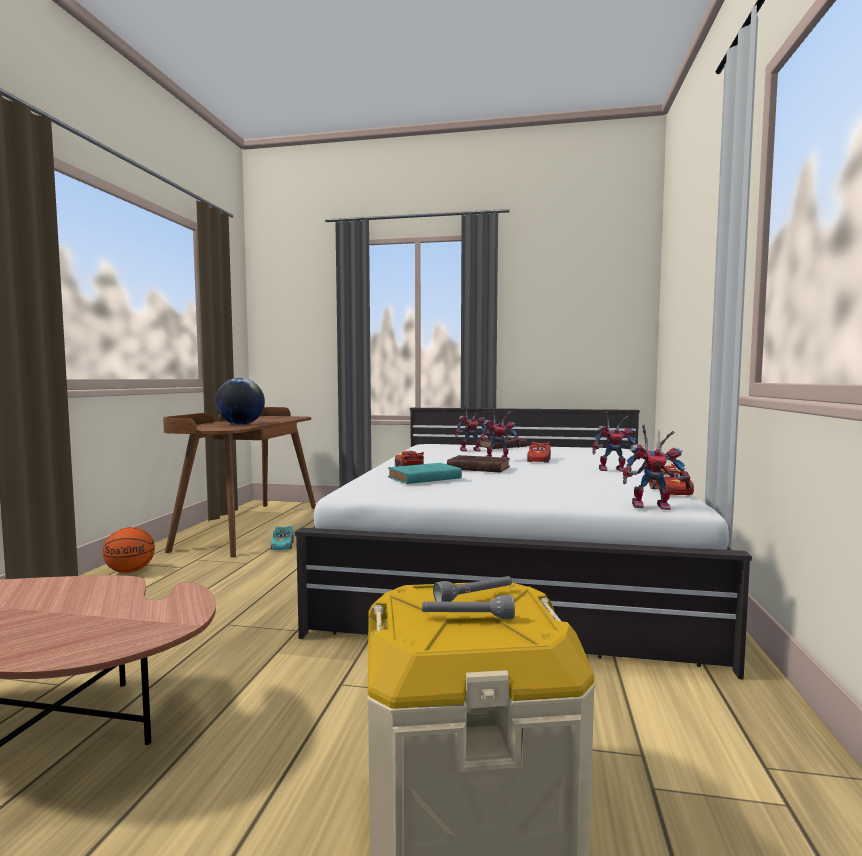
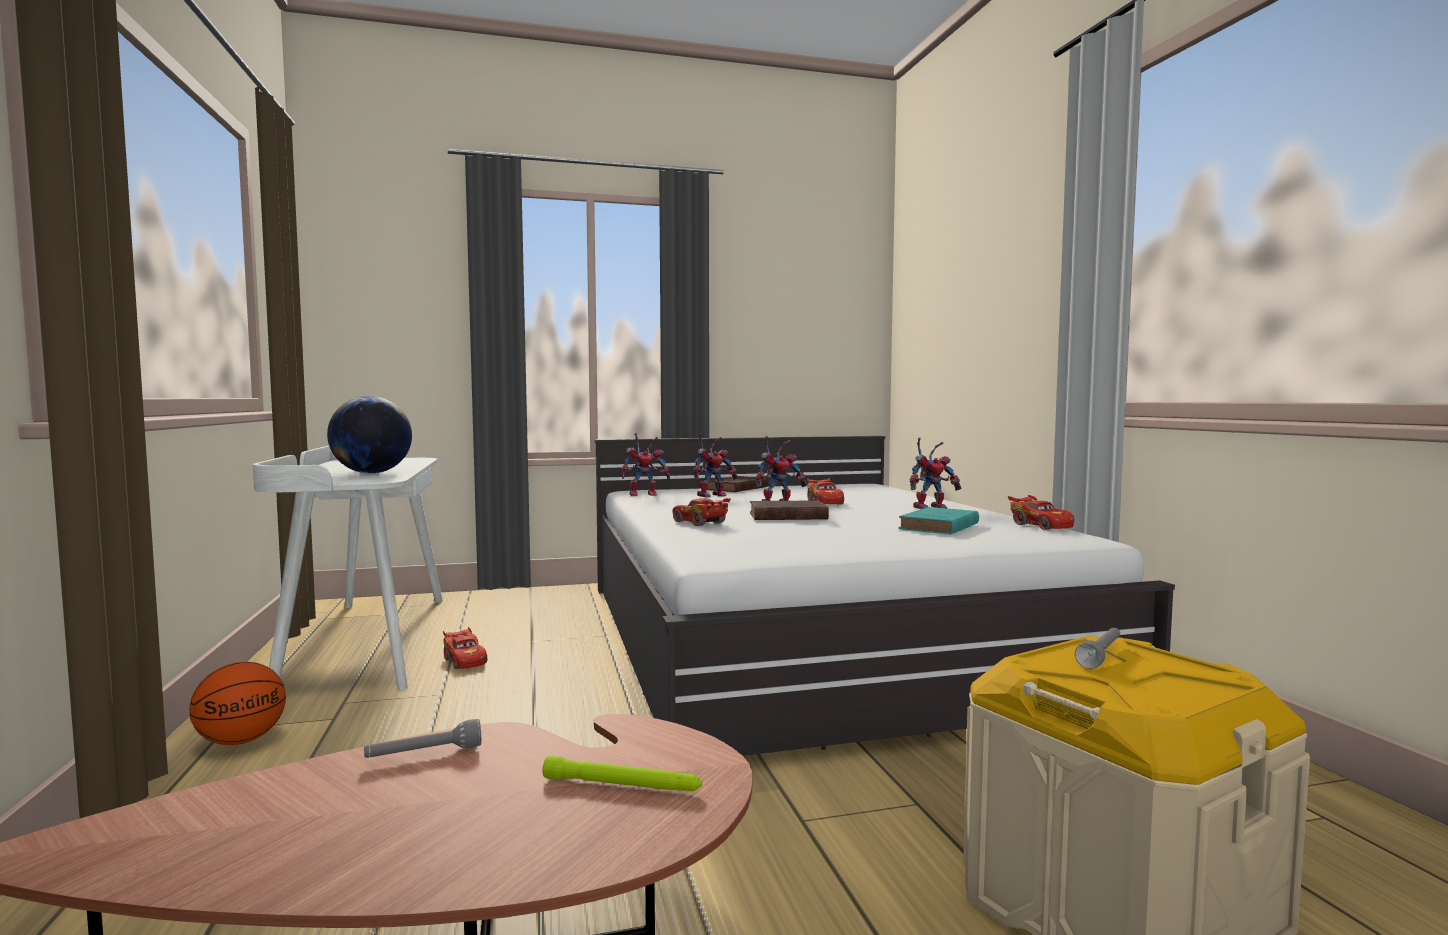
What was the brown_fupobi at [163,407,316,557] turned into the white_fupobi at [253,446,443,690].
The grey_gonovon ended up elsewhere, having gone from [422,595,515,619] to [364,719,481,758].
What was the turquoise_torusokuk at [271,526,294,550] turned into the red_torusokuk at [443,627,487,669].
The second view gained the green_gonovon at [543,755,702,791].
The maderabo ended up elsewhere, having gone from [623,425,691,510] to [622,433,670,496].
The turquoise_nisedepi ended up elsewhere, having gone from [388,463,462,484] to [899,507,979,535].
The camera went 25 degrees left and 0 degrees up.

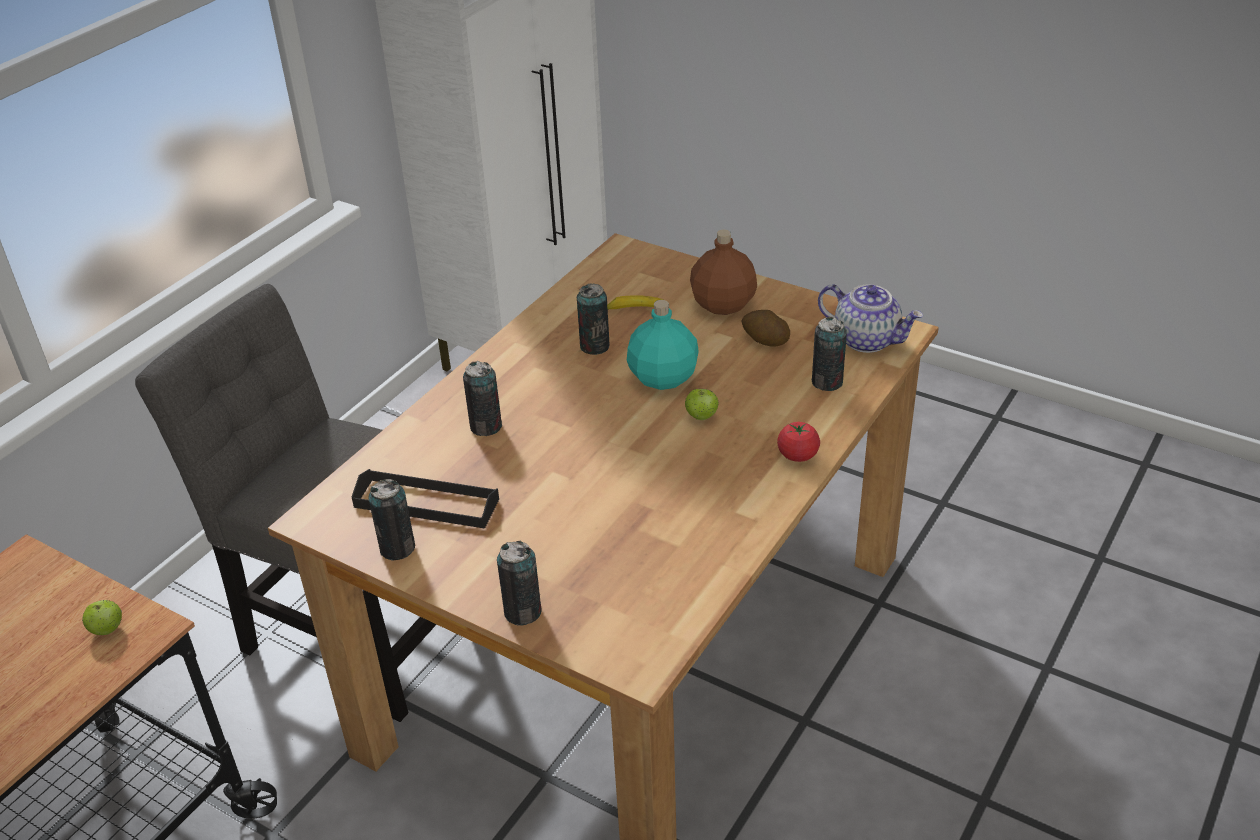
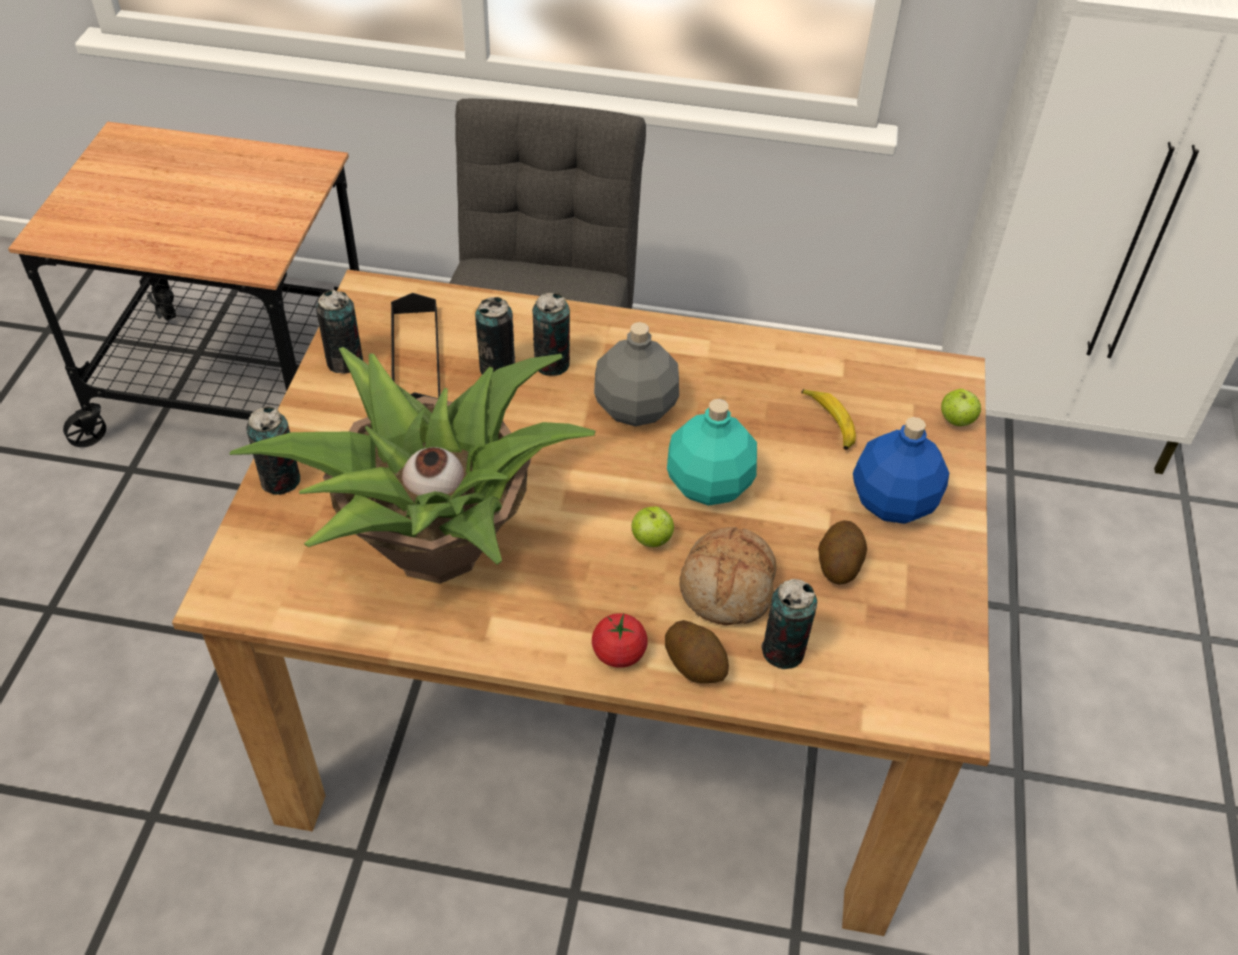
The second view gained the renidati at [230,347,596,584].
The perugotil ended up elsewhere, having gone from [577,283,610,355] to [475,297,515,375].
The second view gained the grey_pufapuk at [594,322,679,426].
The second view gained the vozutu at [665,620,729,683].
The second view gained the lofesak at [679,527,777,625].
What was the brown_pufapuk at [690,230,757,315] turned into the blue_pufapuk at [853,417,949,524].
The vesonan ended up elsewhere, having gone from [83,600,122,635] to [941,389,981,426].
The second view lost the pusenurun at [818,284,924,353].
The camera went 65 degrees right and 10 degrees up.

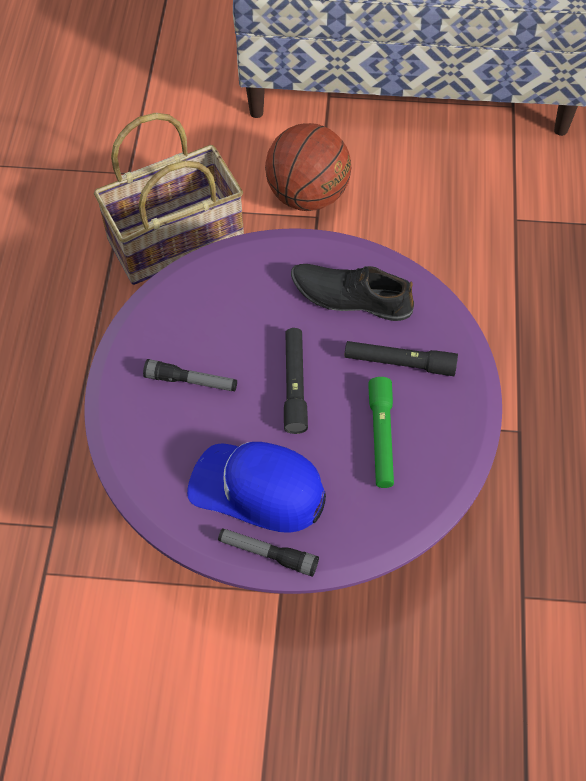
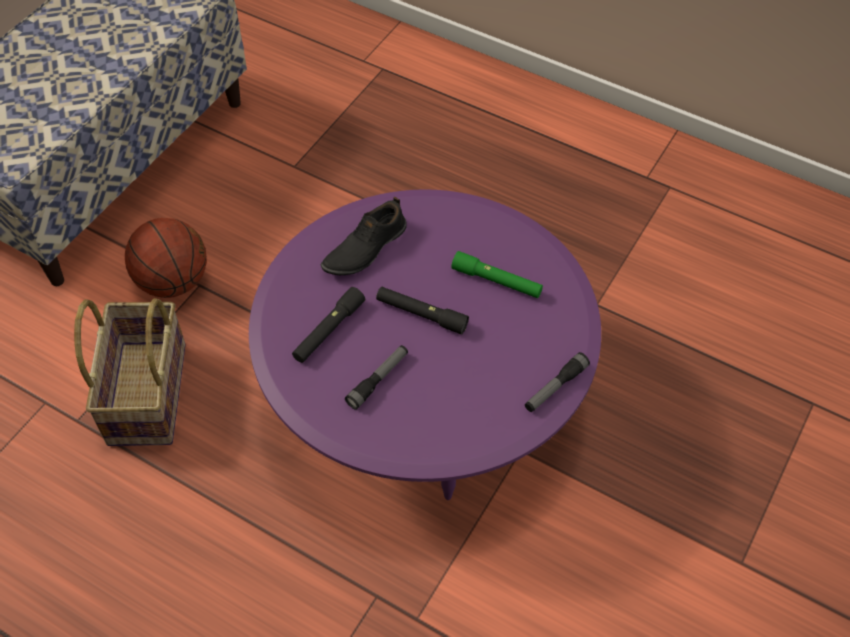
The black_gonovon ended up elsewhere, having gone from [345,341,458,376] to [292,287,365,363].
The second view lost the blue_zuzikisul at [187,442,326,533].
The camera went 65 degrees left and 5 degrees down.

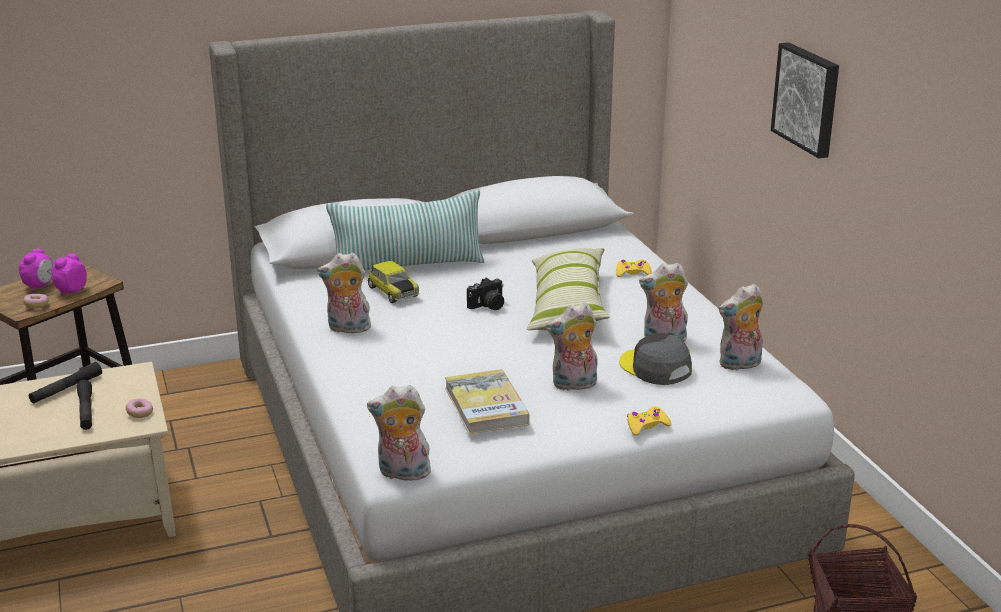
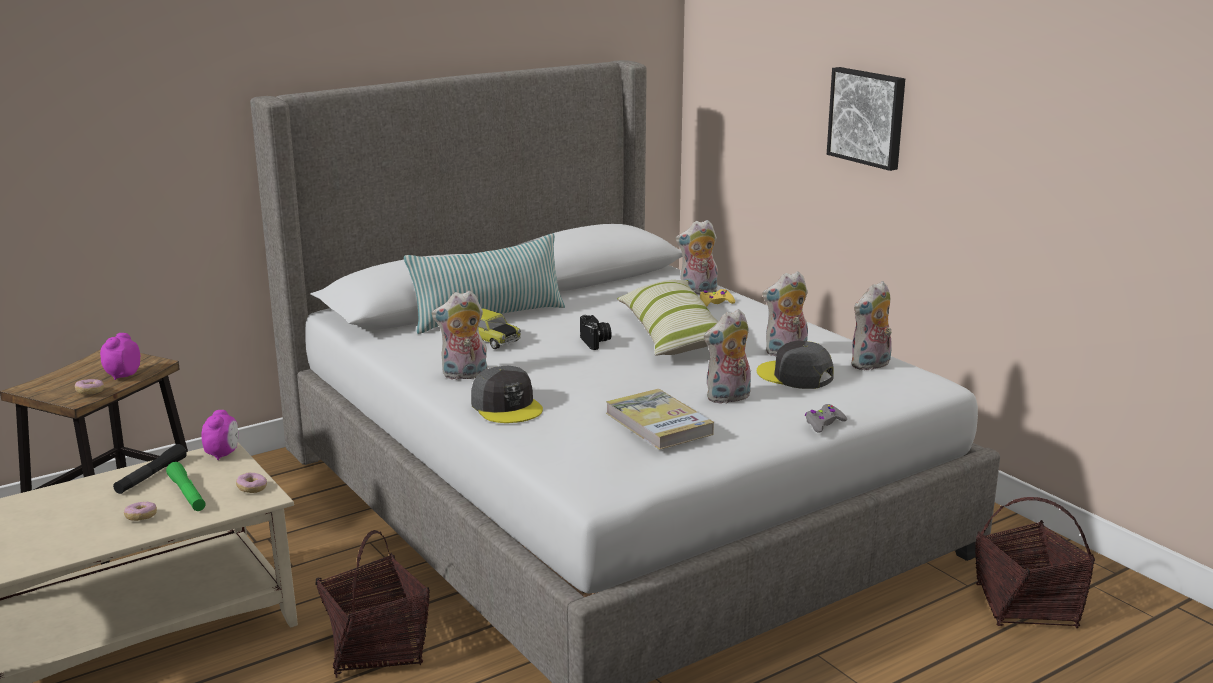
The second view gained the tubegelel at [124,502,157,521].
What was the black_gonovon at [77,380,92,430] turned into the green_gonovon at [166,462,206,511].
The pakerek ended up elsewhere, having gone from [19,249,53,291] to [202,410,238,460].
The second view gained the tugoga at [315,530,430,678].
The second view gained the grey_zuzikisul at [471,366,543,423].
The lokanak at [467,278,504,310] ended up facing another way, 60 degrees counterclockwise from before.
The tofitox ended up elsewhere, having gone from [367,385,433,481] to [675,220,718,294].
What was the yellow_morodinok at [627,407,672,436] turned into the grey_morodinok at [805,404,847,433].
The camera went 15 degrees left and 5 degrees down.

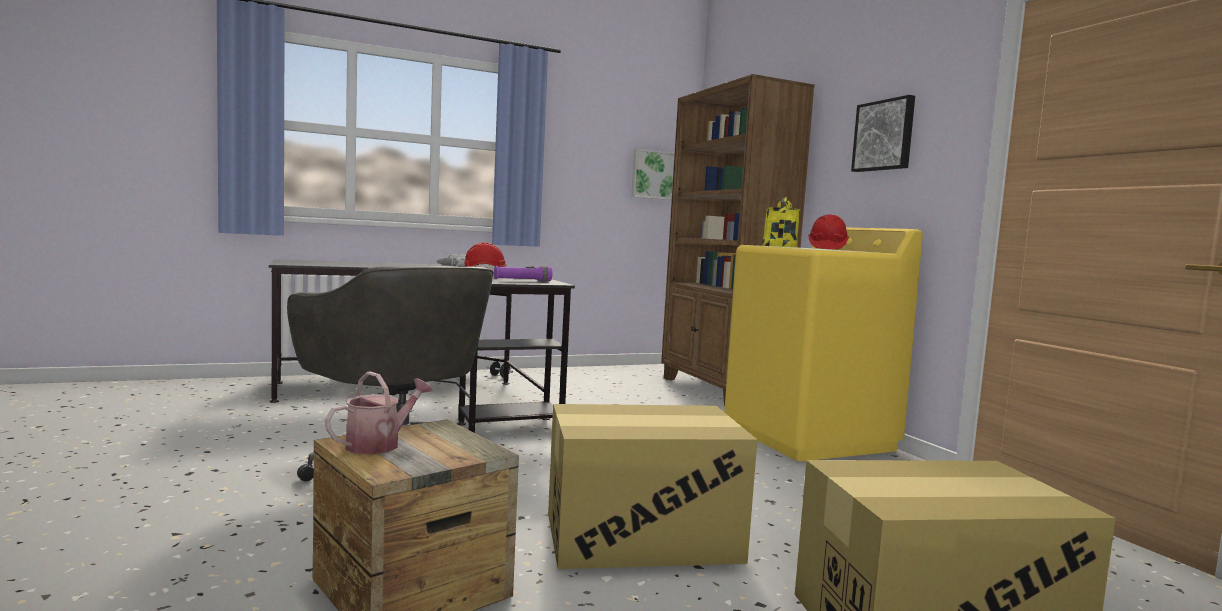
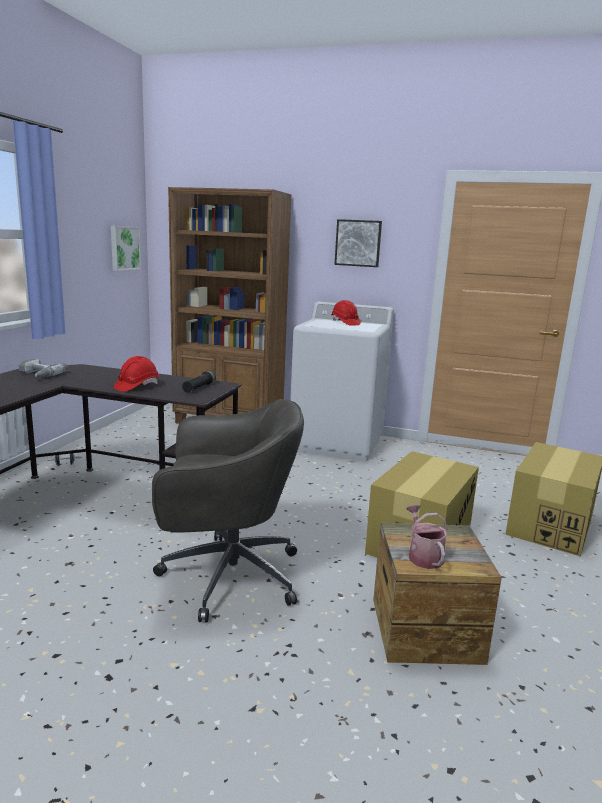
What was the purple_gonovon at [494,266,552,282] turned into the black_gonovon at [182,370,216,393].
What was the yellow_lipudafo at [724,227,923,461] turned into the white_lipudafo at [290,302,394,462].
The second view lost the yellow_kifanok at [762,197,800,248].
The camera went 50 degrees left and 10 degrees up.

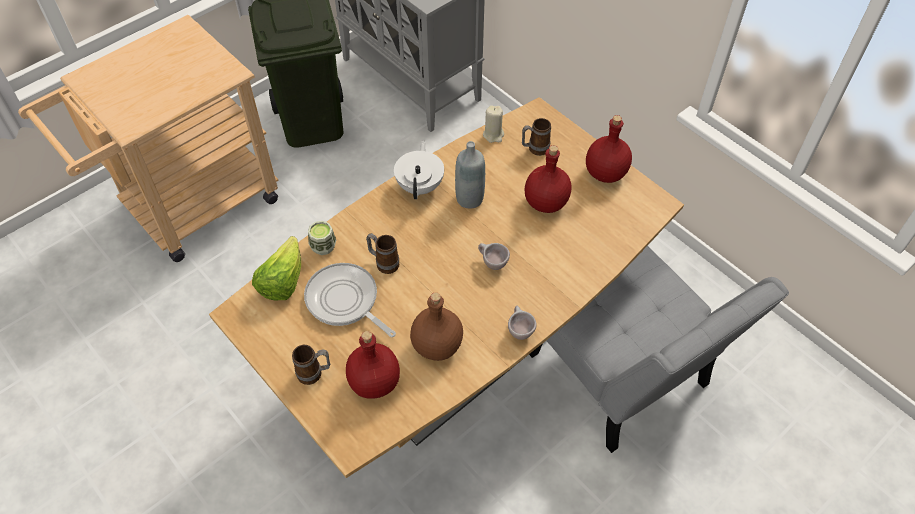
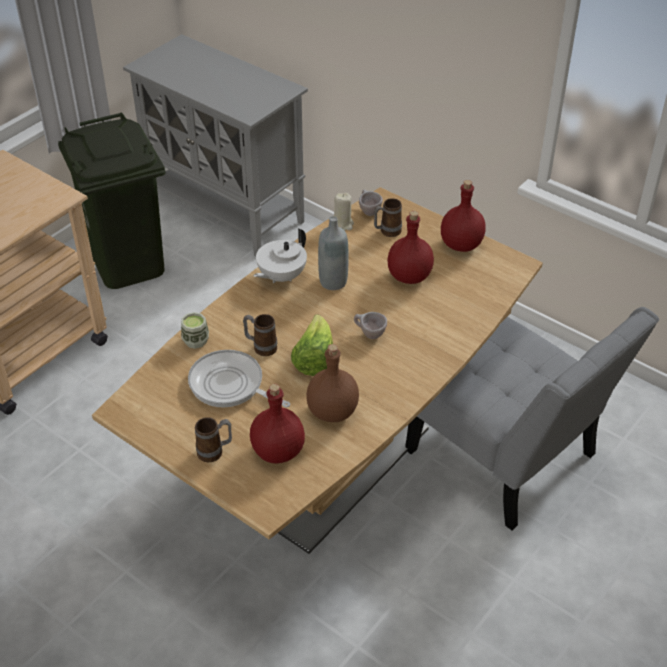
The white_pusenurun at [394,140,444,199] ended up facing another way, 135 degrees counterclockwise from before.
The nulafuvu ended up elsewhere, having gone from [252,236,301,301] to [291,314,333,376].
The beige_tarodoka ended up elsewhere, having gone from [508,306,537,340] to [359,189,383,216].
The camera went 10 degrees left and 10 degrees down.

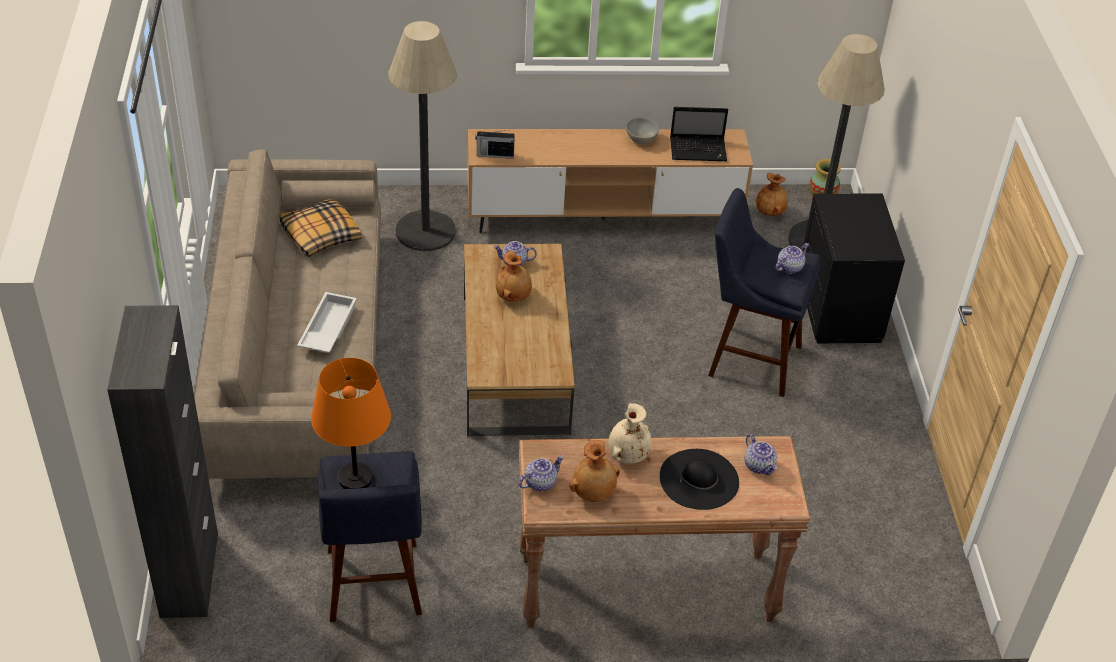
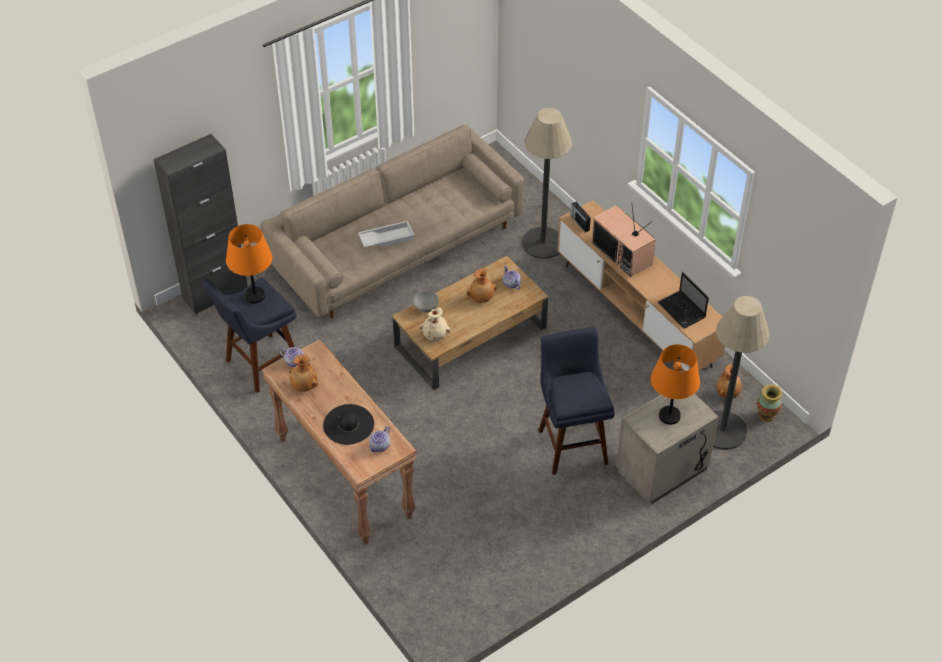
The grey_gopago ended up elsewhere, having gone from [626,117,659,144] to [413,291,439,312].
The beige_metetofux ended up elsewhere, having gone from [608,403,652,464] to [420,307,451,341].
The second view gained the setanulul at [591,202,656,277].
What was the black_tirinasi at [803,194,905,343] turned into the beige_tirinasi at [616,394,719,505].
The second view gained the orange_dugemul at [651,344,700,425].
The second view lost the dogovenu at [279,199,362,257].
The second view lost the pusenurun at [775,243,809,274].
The camera went 60 degrees right and 5 degrees up.

